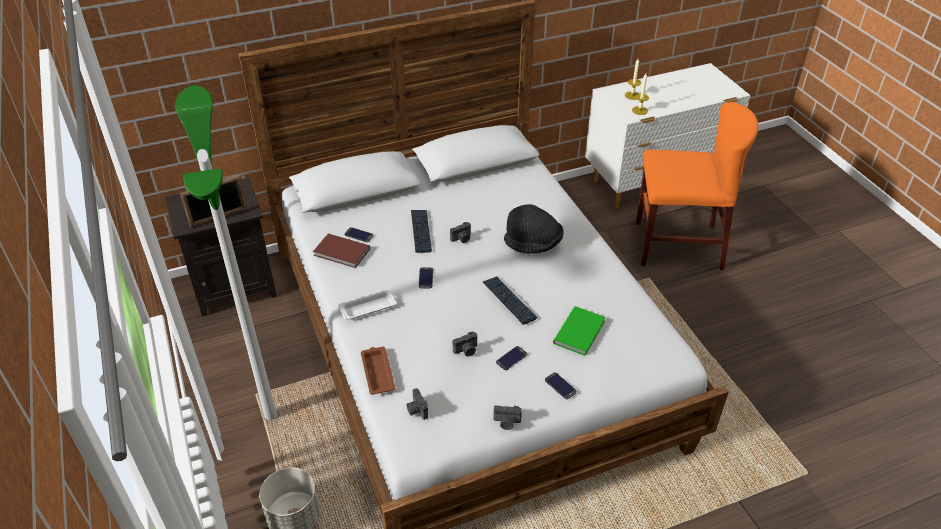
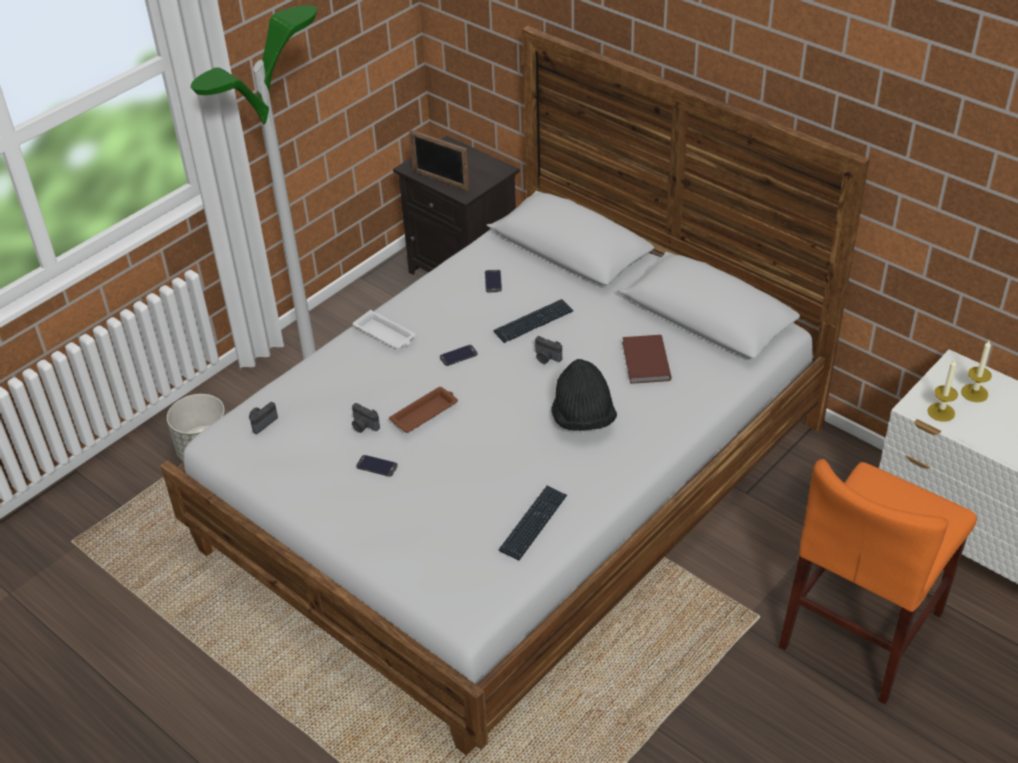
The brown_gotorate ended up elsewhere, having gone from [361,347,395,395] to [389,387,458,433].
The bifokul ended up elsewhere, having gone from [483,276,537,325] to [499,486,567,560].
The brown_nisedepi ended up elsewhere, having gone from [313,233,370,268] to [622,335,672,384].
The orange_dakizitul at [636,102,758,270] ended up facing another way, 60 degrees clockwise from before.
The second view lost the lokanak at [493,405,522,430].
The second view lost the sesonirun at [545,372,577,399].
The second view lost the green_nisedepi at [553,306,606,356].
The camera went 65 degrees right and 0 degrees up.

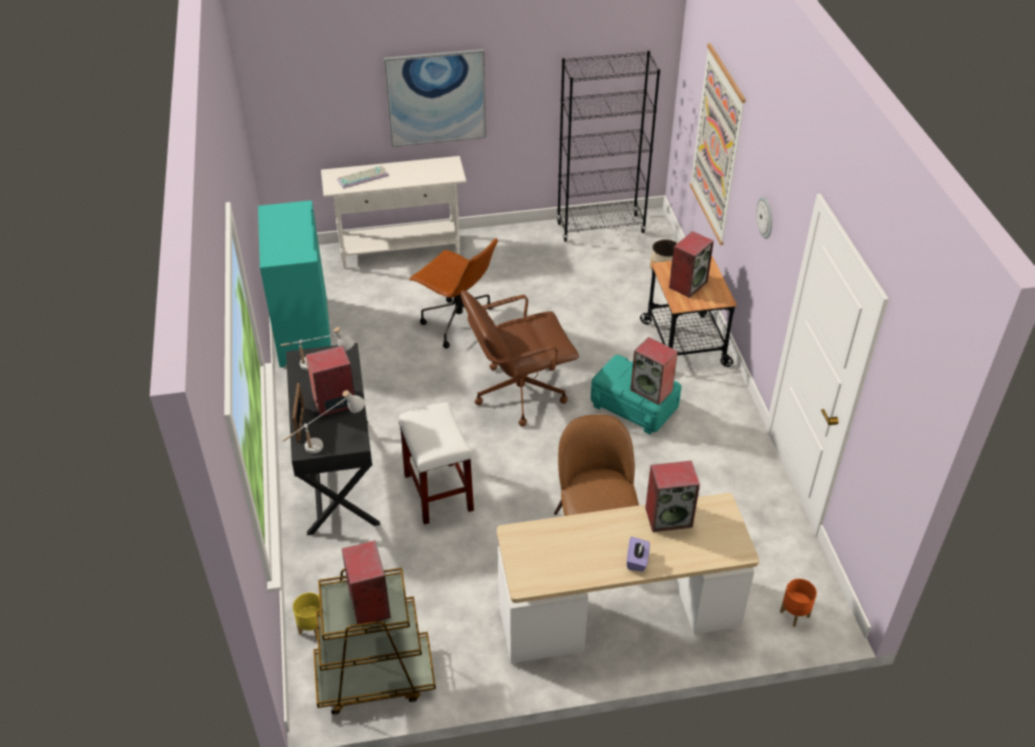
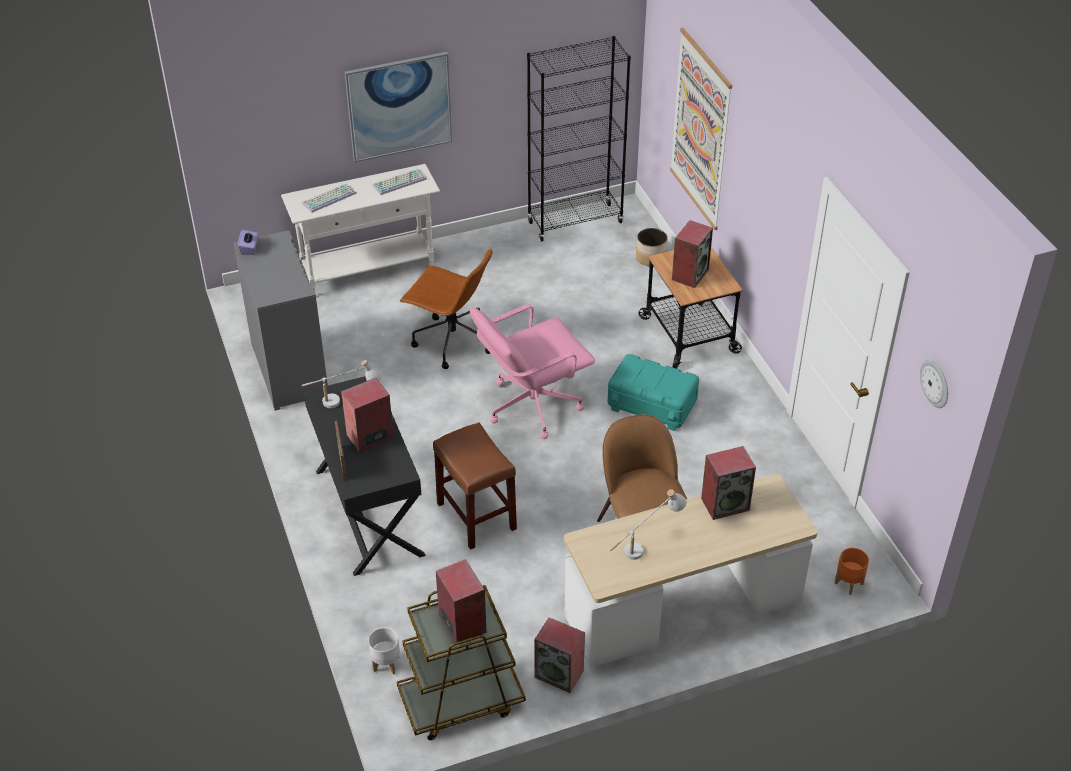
What was the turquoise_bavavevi at [258,201,331,367] turned into the grey_bavavevi at [233,231,328,411].
The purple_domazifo ended up elsewhere, having gone from [627,536,650,572] to [238,230,258,255].
What was the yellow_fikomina at [293,592,320,640] turned into the white_fikomina at [368,627,400,674].
The second view gained the bifokul at [373,169,427,195].
What was the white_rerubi at [399,402,474,525] turned into the brown_rerubi at [433,422,517,550].
What was the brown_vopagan at [461,290,579,426] turned into the pink_vopagan at [470,304,595,439].
The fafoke ended up elsewhere, having gone from [630,337,678,405] to [534,617,585,693].
The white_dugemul ended up elsewhere, having gone from [283,390,365,454] to [609,489,687,560].
The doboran ended up elsewhere, having gone from [756,196,772,239] to [920,360,948,408].
The camera went 10 degrees left and 0 degrees up.

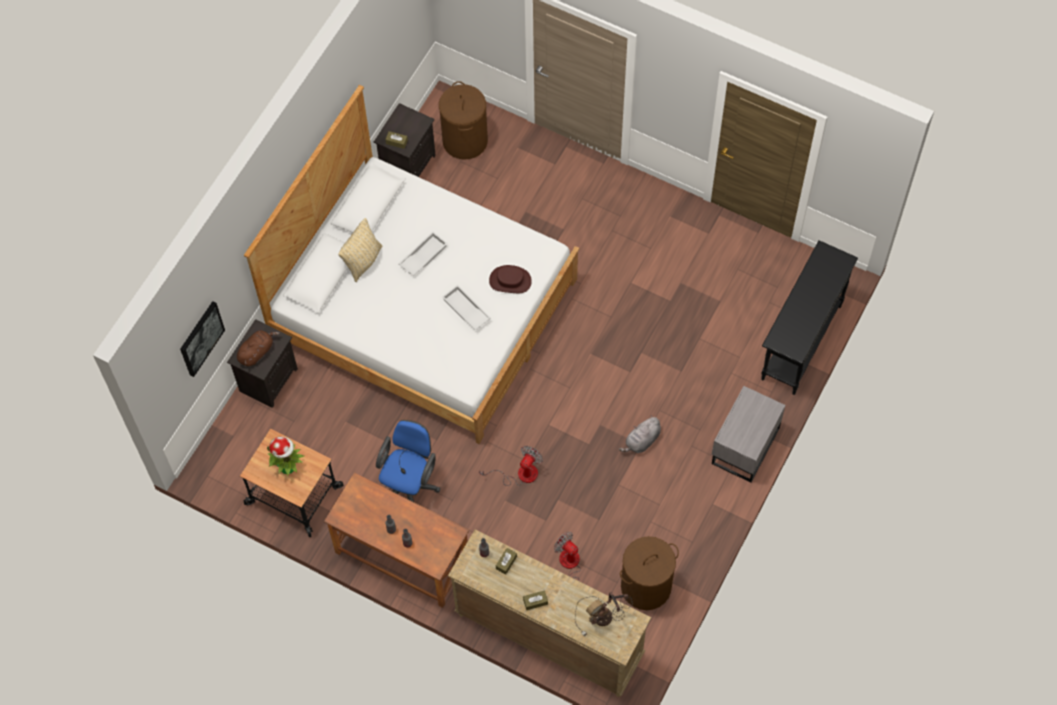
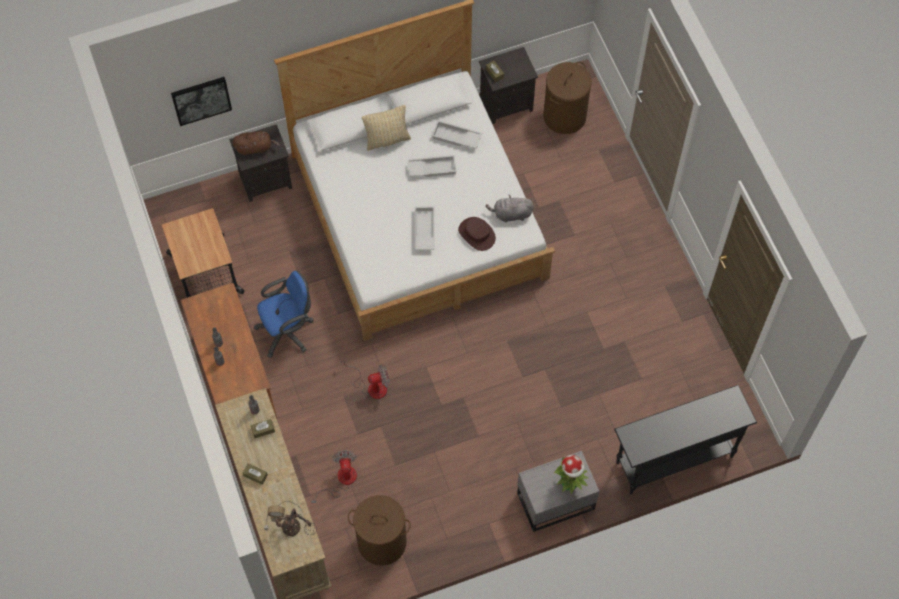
The second view gained the white_gotorate at [432,120,482,149].
The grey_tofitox ended up elsewhere, having gone from [619,415,661,453] to [486,195,534,222].
The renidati ended up elsewhere, having gone from [267,437,304,476] to [554,455,588,494].
The camera went 40 degrees right and 0 degrees up.

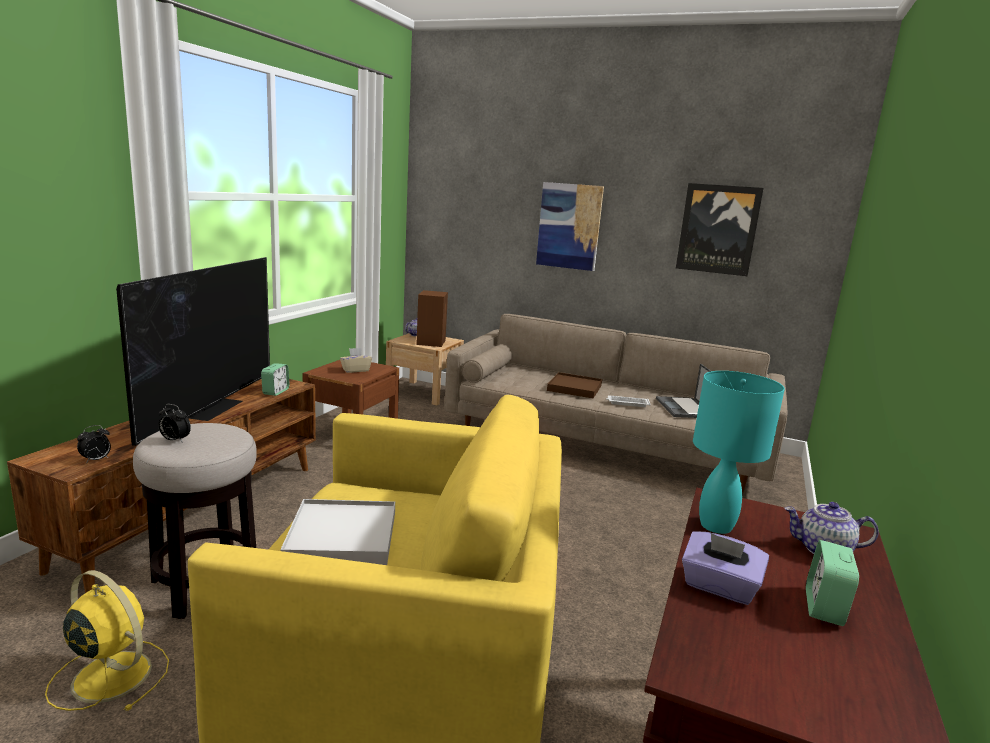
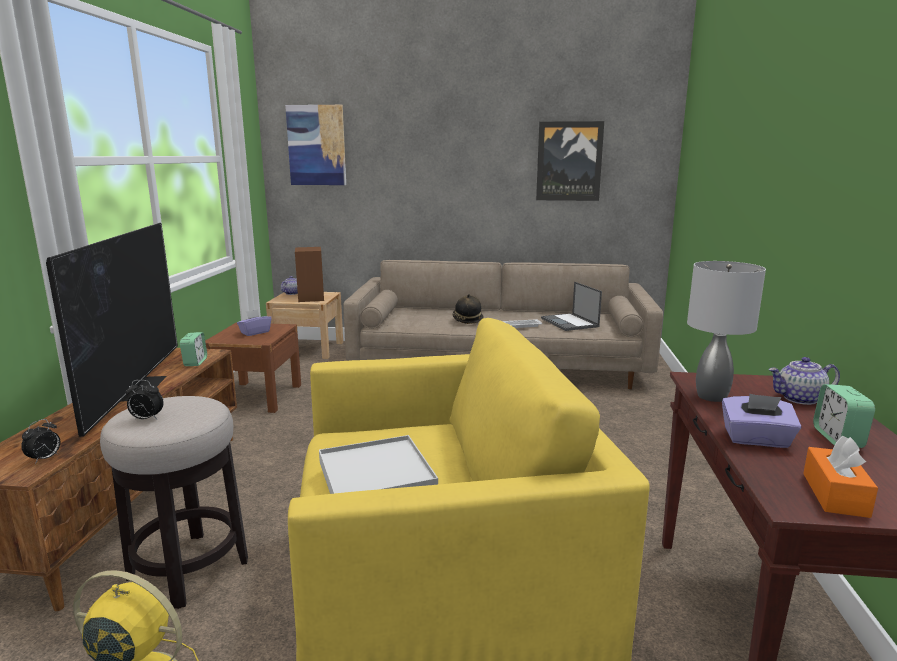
What was the beige_domazifo at [340,348,372,373] turned into the purple_domazifo at [237,309,272,336].
The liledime ended up elsewhere, having gone from [536,182,604,271] to [285,105,346,185].
Where the brown_gotorate stood at [547,372,602,398], the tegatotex came to stand at [453,294,484,324].
What was the turquoise_dugemul at [693,371,785,534] turned into the grey_dugemul at [687,261,766,402].
The second view gained the orange_domazifo at [803,436,878,518].
The camera went 15 degrees left and 0 degrees up.

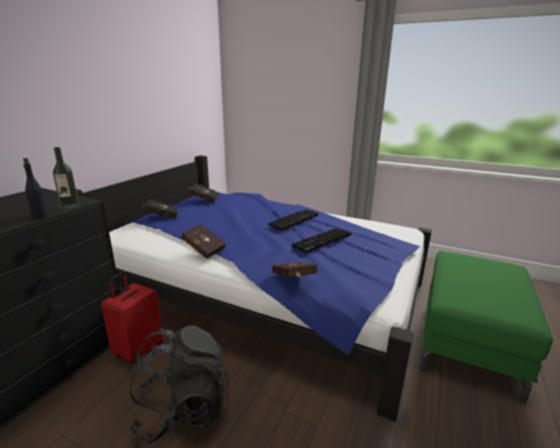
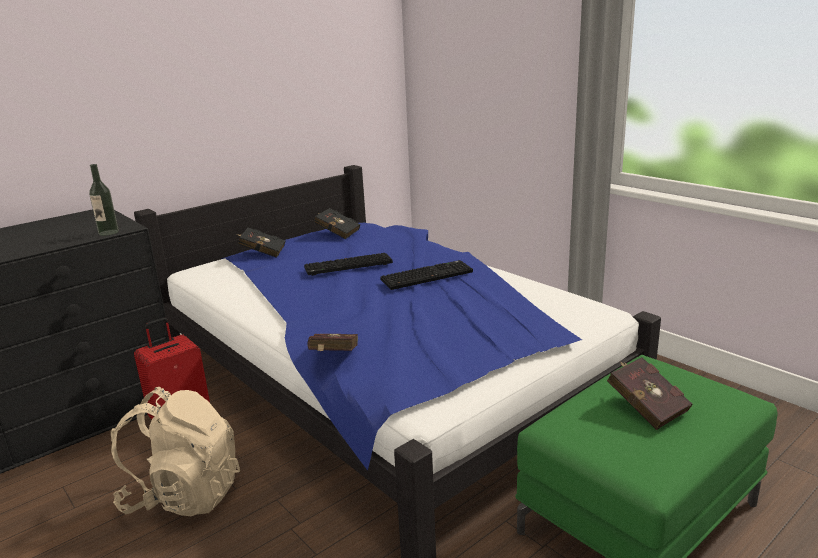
What was the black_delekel at [128,326,229,443] turned into the beige_delekel at [110,387,240,516].
The bifokul ended up elsewhere, having gone from [291,228,352,253] to [304,253,393,276].
The red_nisedepi ended up elsewhere, having gone from [181,224,226,259] to [607,357,692,430].
The second view lost the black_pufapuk at [23,158,49,219].
The camera went 25 degrees right and 0 degrees up.

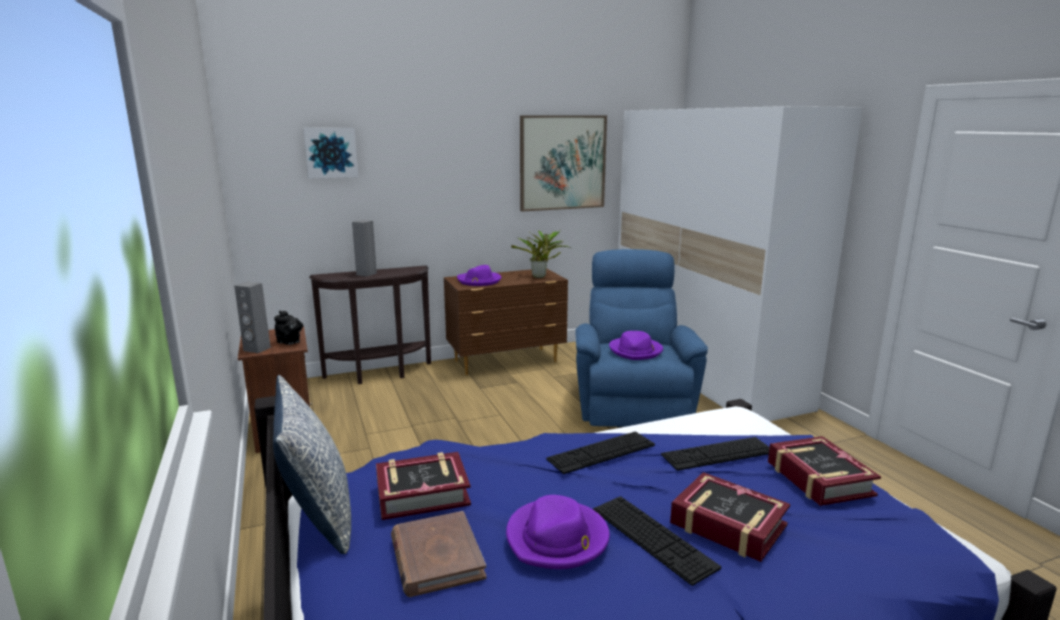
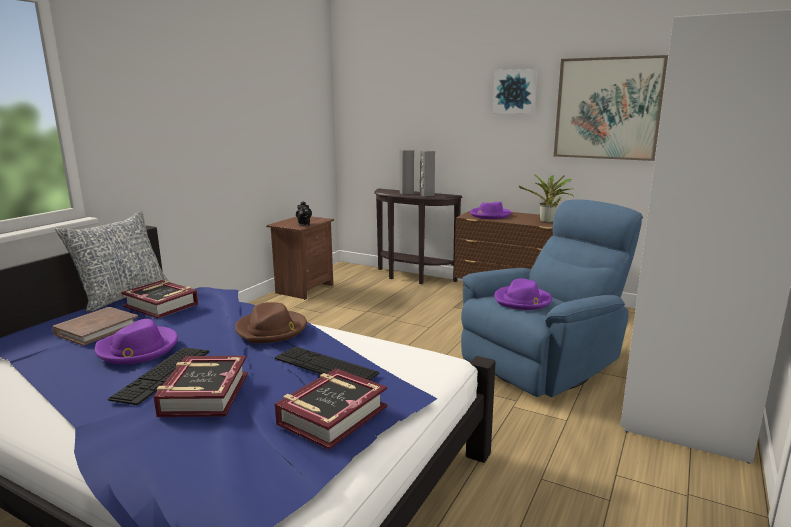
Where the bifokul stood at [546,431,655,474], the brown_tegatotex came to stand at [235,302,307,343].
The grey_fafoke ended up elsewhere, having gone from [234,281,271,353] to [420,150,435,197].
The liledime ended up elsewhere, having gone from [303,128,358,179] to [493,69,538,114].
The camera went 50 degrees right and 0 degrees up.

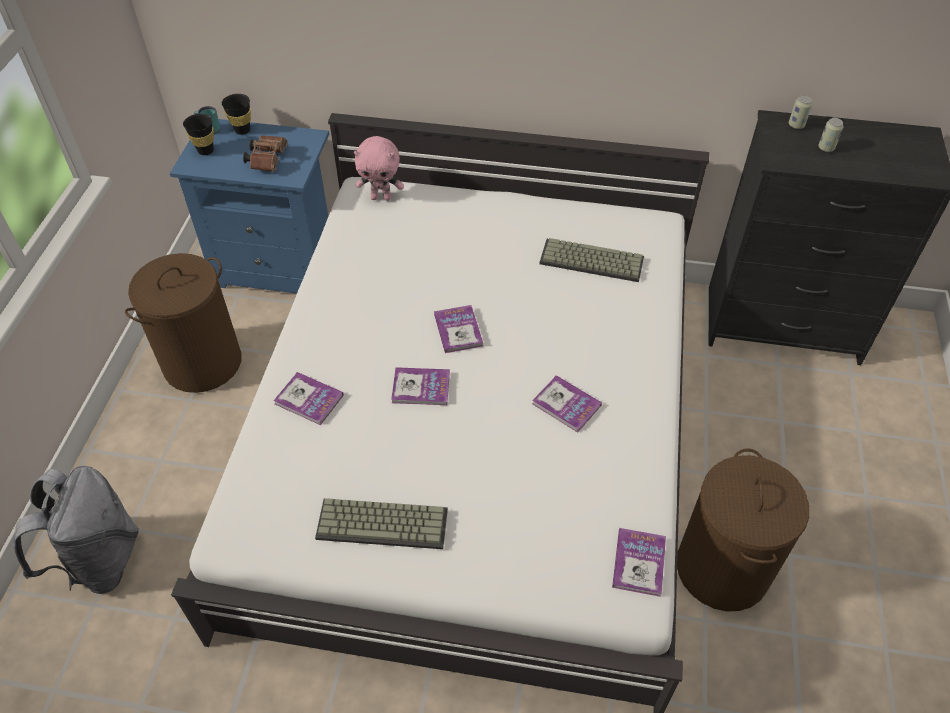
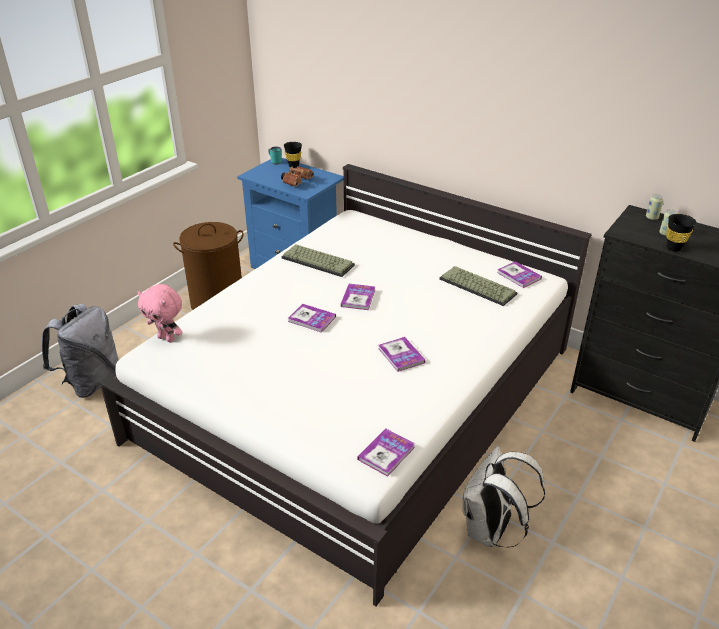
The pink_tofitox ended up elsewhere, having gone from [354,136,404,201] to [138,284,183,342].
The bifokul ended up elsewhere, having gone from [315,498,448,549] to [282,244,355,277].
Where the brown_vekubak stood at [677,448,810,611], the white_delekel came to stand at [462,446,545,548].
The nisedepi ended up elsewhere, having gone from [273,372,344,425] to [497,261,542,288].
The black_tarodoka ended up elsewhere, having gone from [183,114,214,155] to [666,214,696,252].
The camera went 25 degrees right and 15 degrees down.

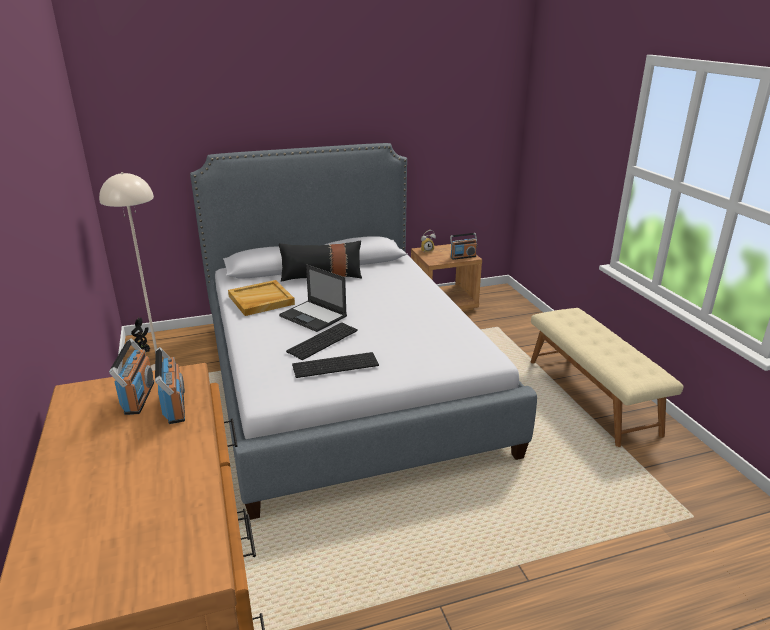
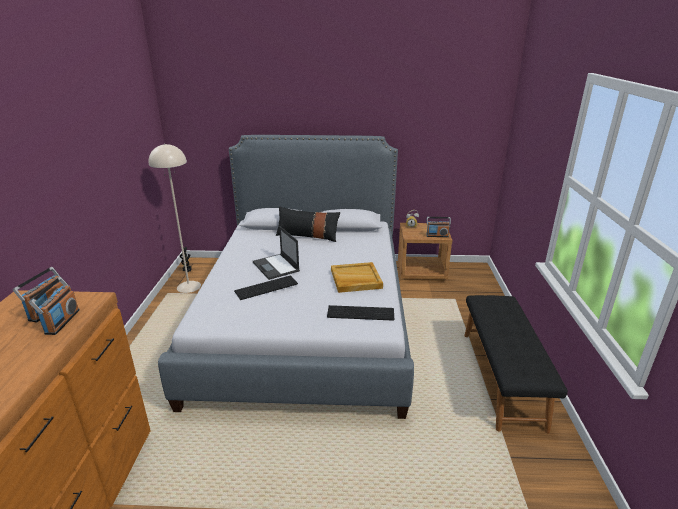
The bifokul ended up elsewhere, having gone from [292,352,379,378] to [327,305,394,321].
The beige_gotorate ended up elsewhere, having gone from [228,280,295,316] to [331,262,383,293].
What was the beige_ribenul at [531,308,683,447] turned into the black_ribenul at [464,295,568,434].
The camera went 20 degrees right and 0 degrees up.

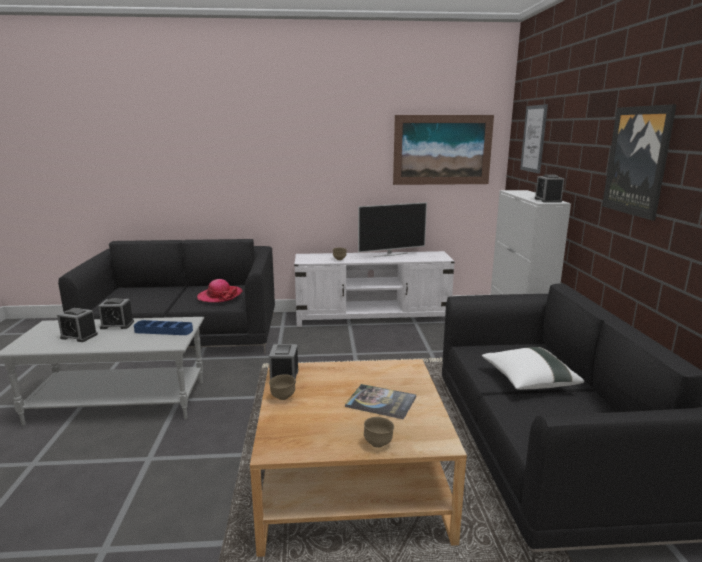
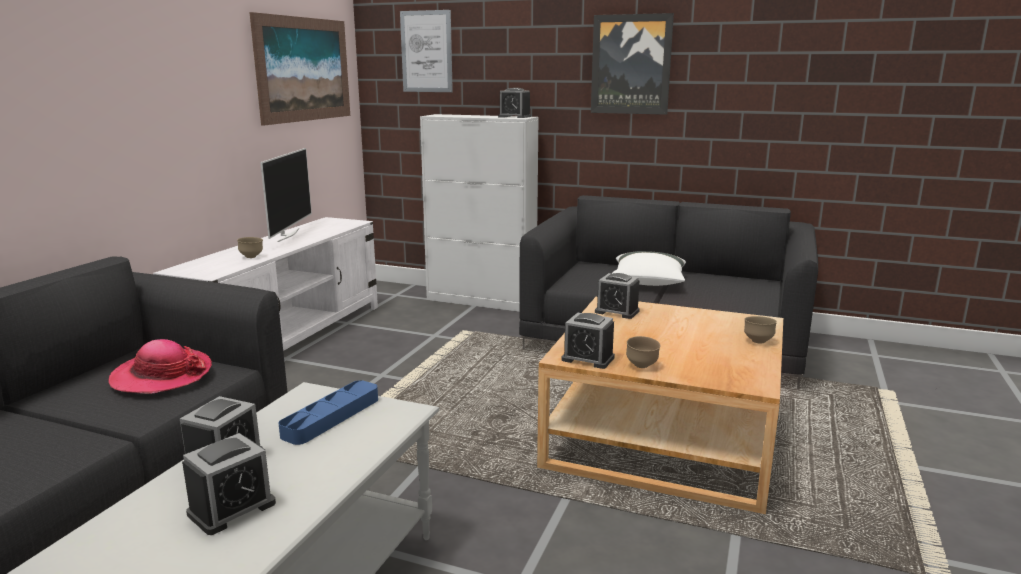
The second view gained the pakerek at [595,273,640,319].
The second view lost the nisedepi at [345,384,416,419].
The camera went 65 degrees left and 0 degrees up.

